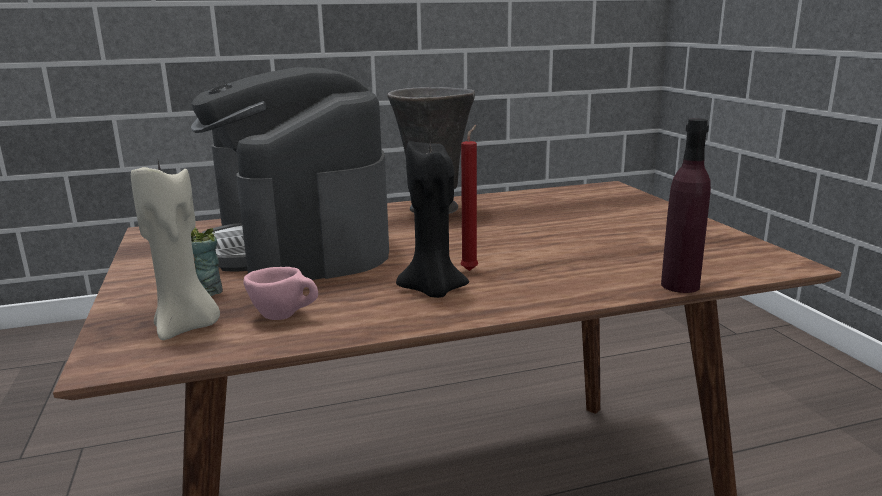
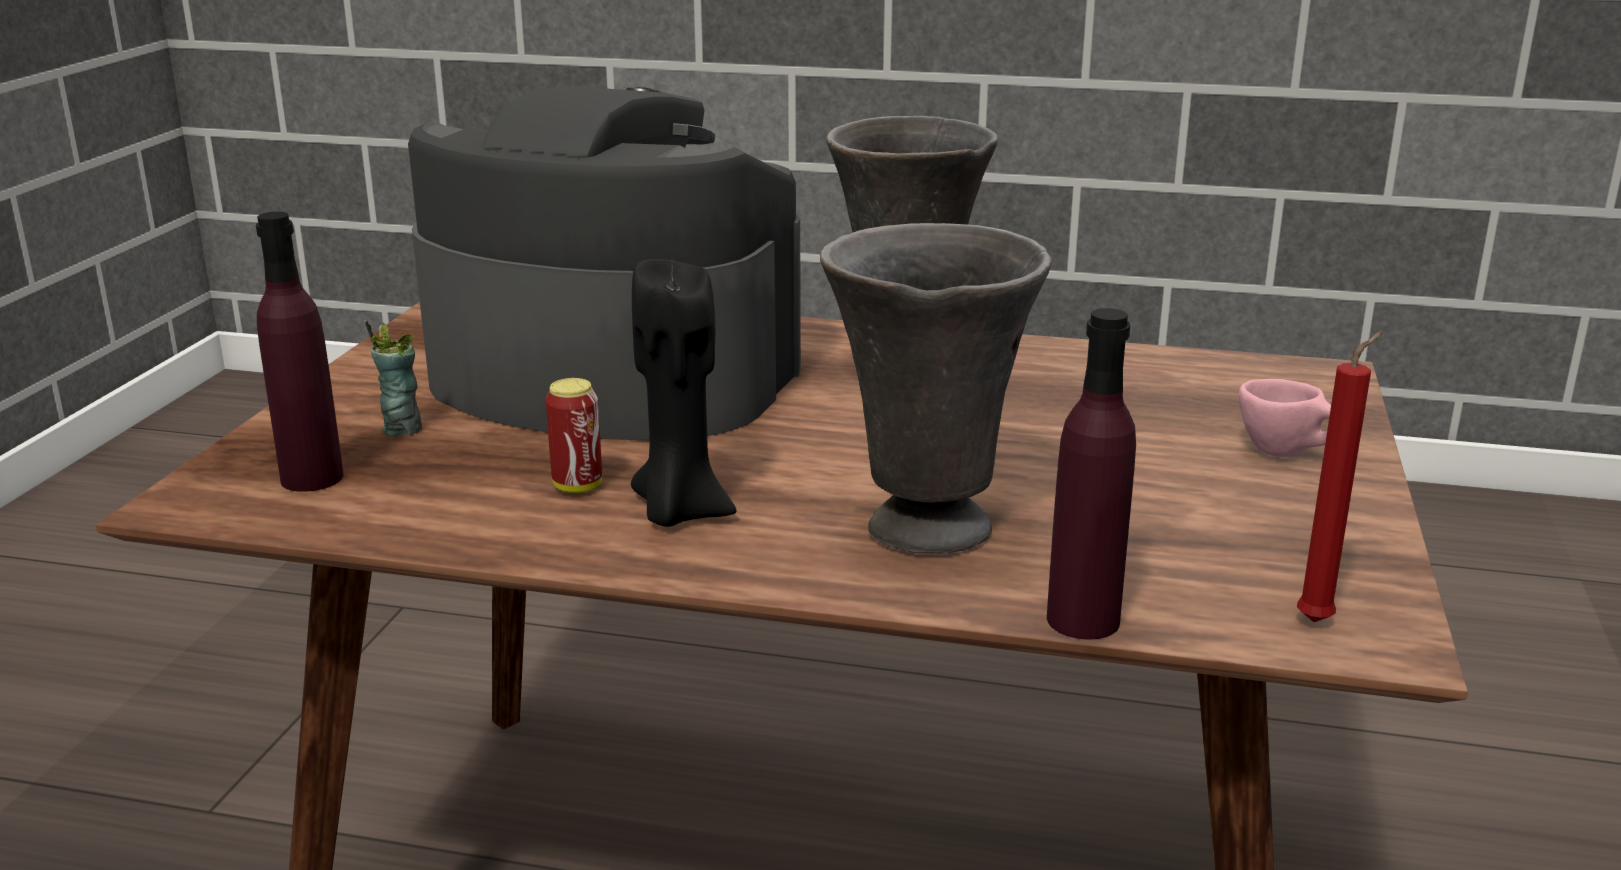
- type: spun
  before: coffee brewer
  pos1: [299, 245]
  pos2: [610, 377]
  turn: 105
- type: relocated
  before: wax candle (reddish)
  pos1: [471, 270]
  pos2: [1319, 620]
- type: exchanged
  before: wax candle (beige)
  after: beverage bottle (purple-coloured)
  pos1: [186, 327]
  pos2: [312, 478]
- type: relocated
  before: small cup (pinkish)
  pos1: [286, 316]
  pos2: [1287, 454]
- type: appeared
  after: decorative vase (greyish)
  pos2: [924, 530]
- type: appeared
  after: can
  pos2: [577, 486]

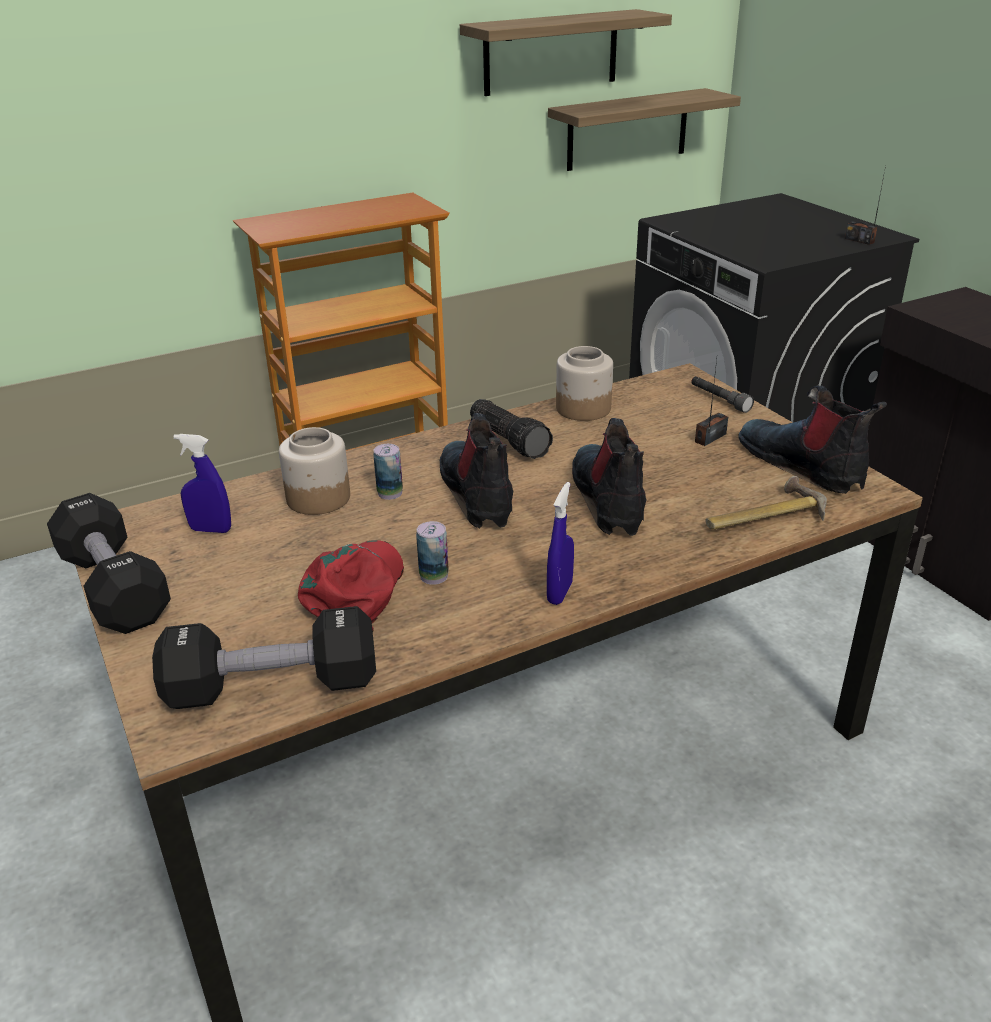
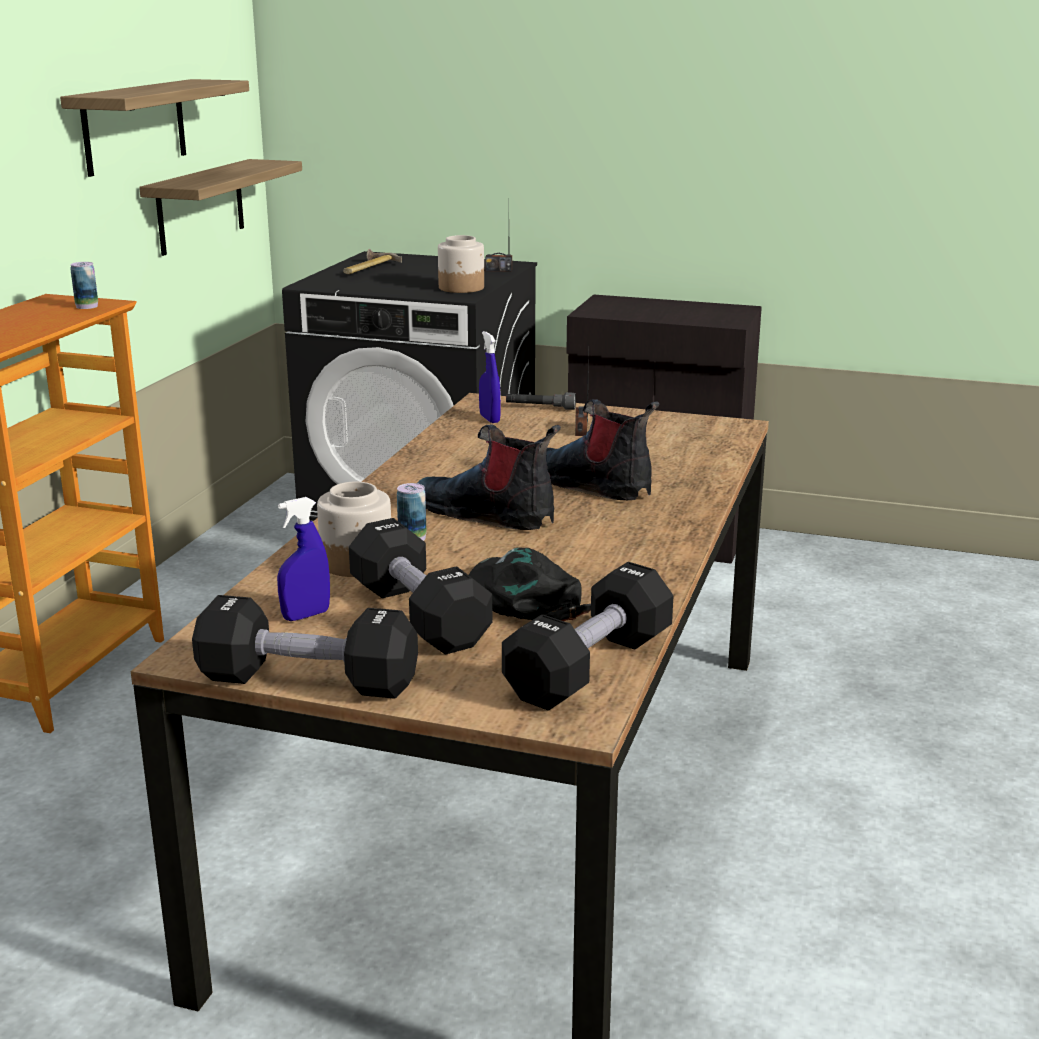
- type: relocated
  before: preserve jar
  pos1: [583, 409]
  pos2: [461, 288]
- type: missing
  before: high-top boot
  pos1: [803, 465]
- type: missing
  before: torch
  pos1: [510, 440]
- type: relocated
  before: tool hammer
  pos1: [762, 515]
  pos2: [367, 268]
- type: relocated
  before: sprayer (bluish)
  pos1: [559, 593]
  pos2: [489, 419]
- type: relocated
  before: can
  pos1: [434, 576]
  pos2: [87, 306]
- type: colour
  before: cap (reddish)
  after: cap (black)
  pos1: [356, 590]
  pos2: [523, 597]
- type: appeared
  after: free weight (black)
  pos2: [419, 615]

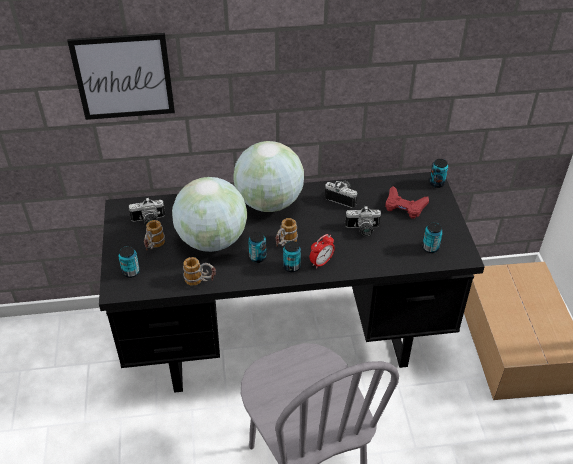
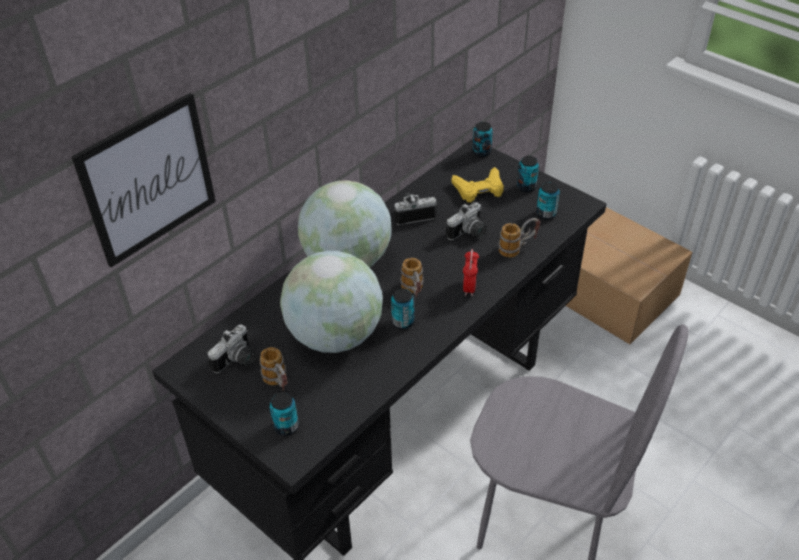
- type: colour
  before: game controller (reddish)
  after: game controller (yellowish)
  pos1: [404, 206]
  pos2: [479, 189]
- type: relocated
  before: can
  pos1: [291, 267]
  pos2: [526, 187]
- type: relocated
  before: coffee mug
  pos1: [201, 281]
  pos2: [518, 248]

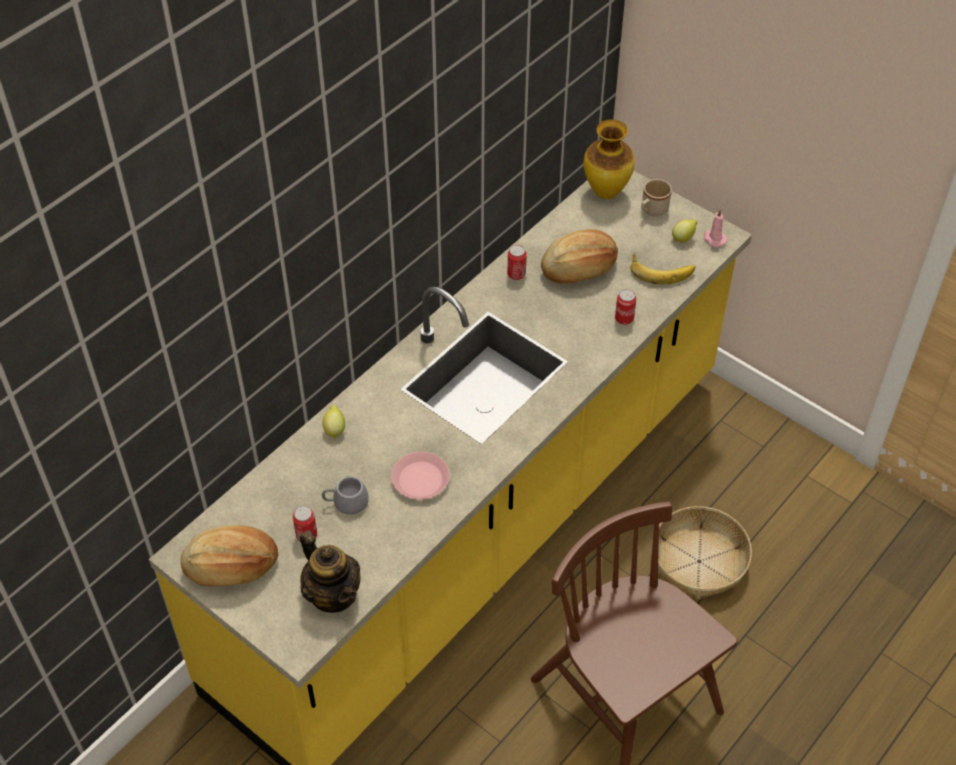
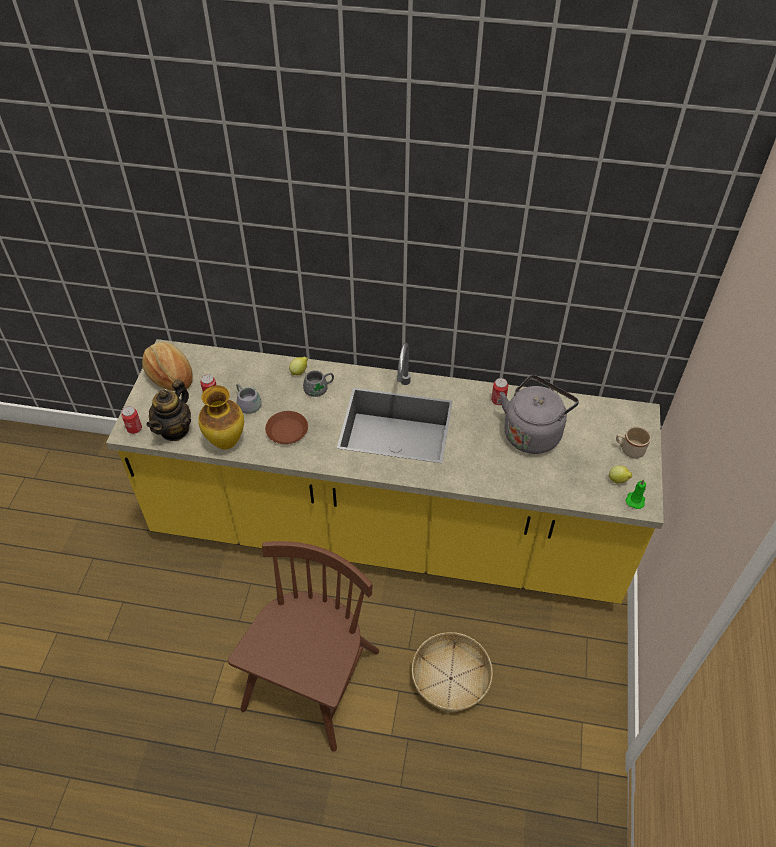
- type: relocated
  before: decorative vase
  pos1: [606, 192]
  pos2: [227, 442]
- type: colour
  before: wax candle (pinkish)
  after: wax candle (greenish)
  pos1: [713, 239]
  pos2: [635, 500]
- type: exchanged
  before: bakery bread
  after: kettle (greyish)
  pos1: [579, 269]
  pos2: [533, 432]
- type: missing
  before: banana fruit
  pos1: [661, 269]
- type: relocated
  before: can
  pos1: [624, 319]
  pos2: [134, 428]
- type: colour
  before: flat dish (pinkish)
  after: flat dish (brown-coloured)
  pos1: [420, 479]
  pos2: [287, 430]
- type: appeared
  after: coffee mug (greyish)
  pos2: [319, 389]

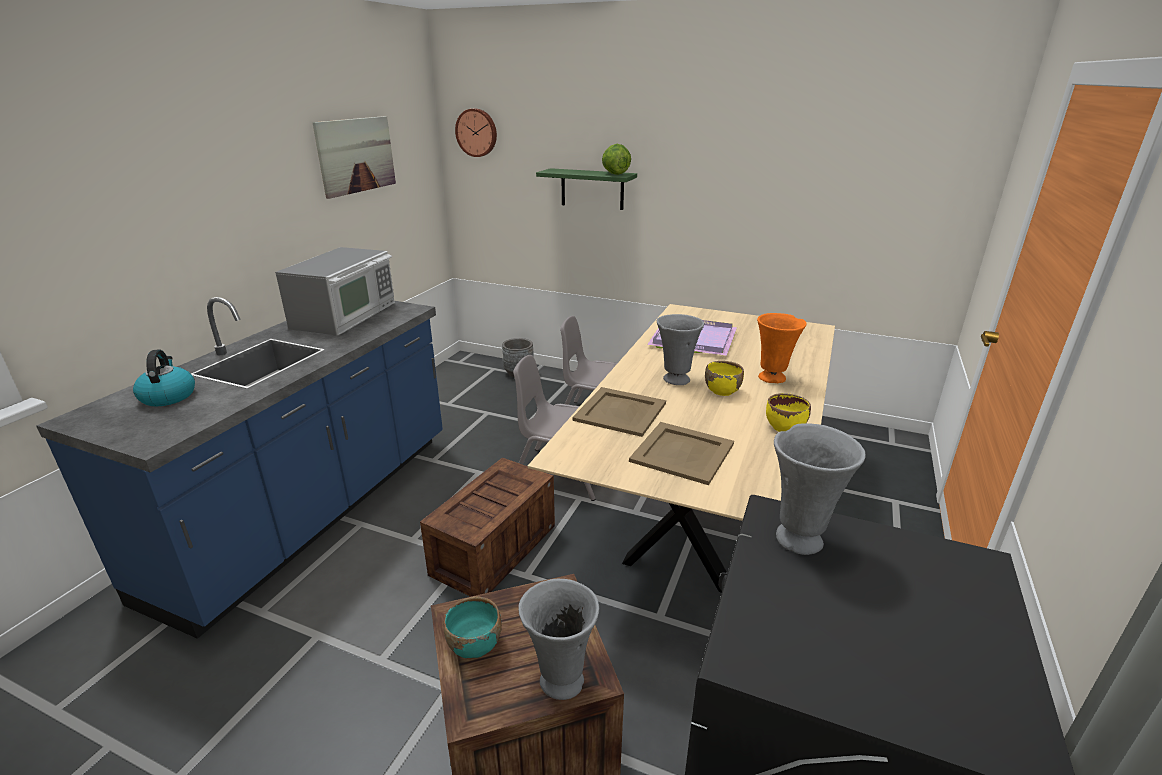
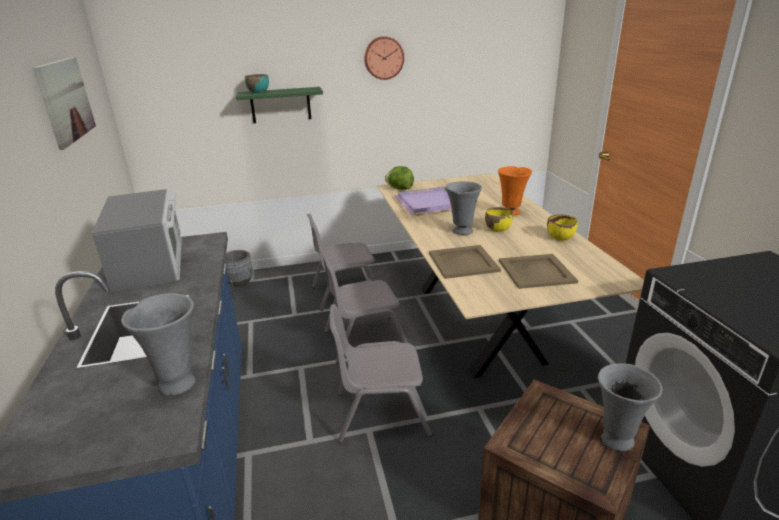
- type: relocated
  before: wall clock
  pos1: [477, 132]
  pos2: [383, 58]
- type: relocated
  before: head of lettuce
  pos1: [615, 174]
  pos2: [399, 189]
- type: missing
  before: kettle
  pos1: [168, 396]
- type: relocated
  before: decorative vase (greyish)
  pos1: [800, 538]
  pos2: [178, 382]
- type: exchanged
  before: shipping crate
  after: plain chair (greyish)
  pos1: [495, 548]
  pos2: [381, 412]
- type: relocated
  before: deep dish (turquoise)
  pos1: [474, 644]
  pos2: [258, 92]

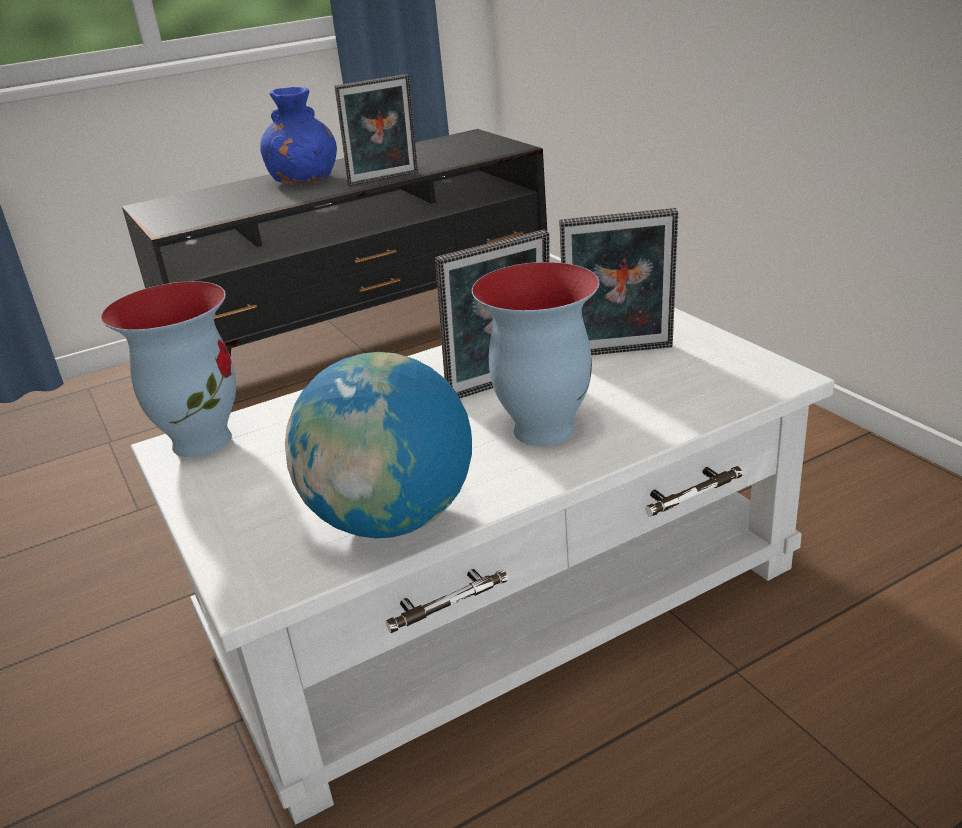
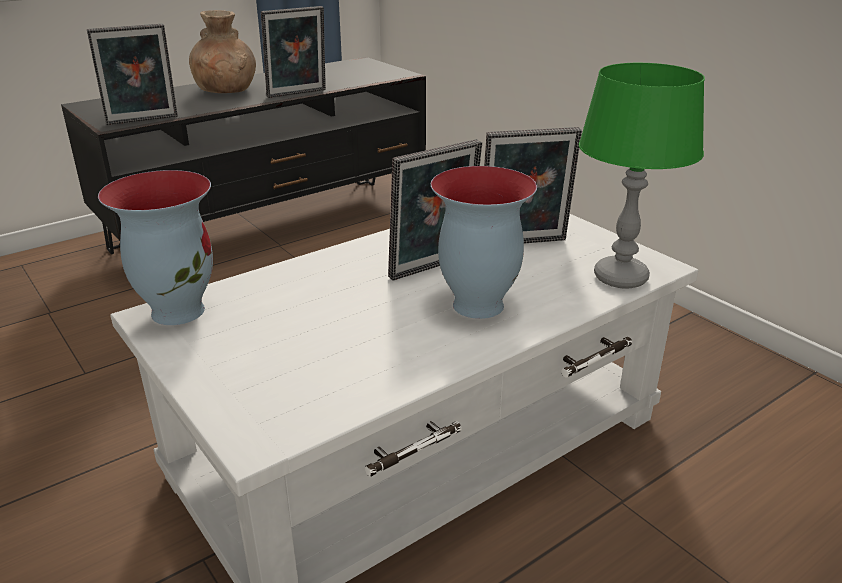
- type: colour
  before: decorative vase (bluish)
  after: decorative vase (brown-coloured)
  pos1: [305, 180]
  pos2: [226, 90]
- type: missing
  before: desk globe
  pos1: [392, 520]
- type: appeared
  after: picture frame
  pos2: [143, 121]
- type: appeared
  after: tabletop lamp (greenish)
  pos2: [620, 277]

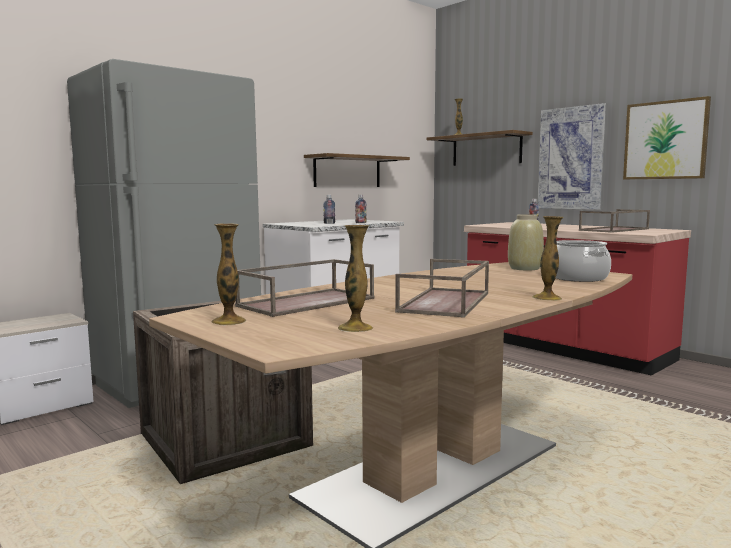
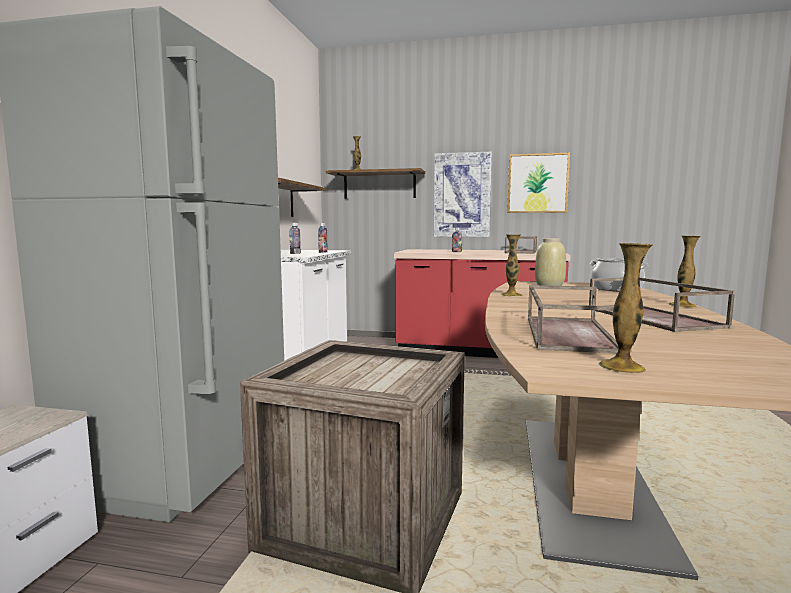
- type: relocated
  before: decorative vase
  pos1: [355, 328]
  pos2: [511, 295]

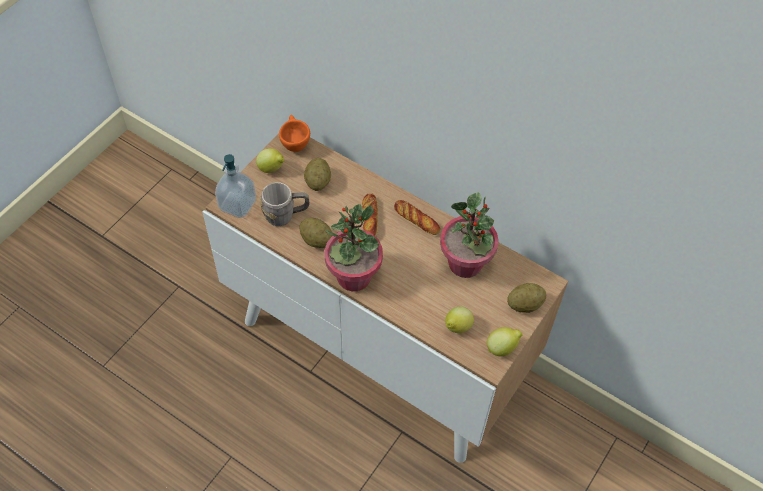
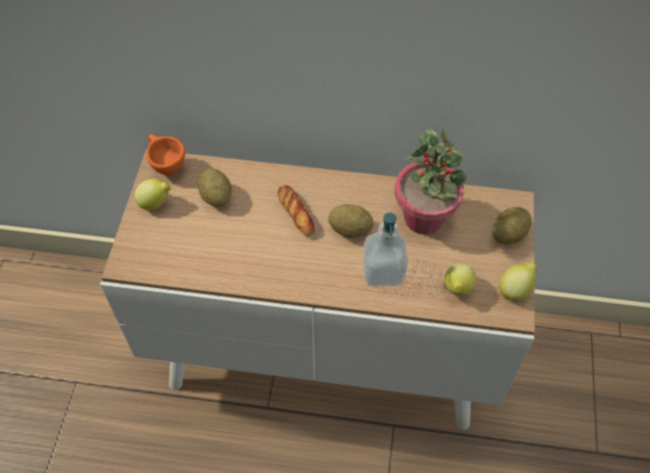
- type: relocated
  before: liquid soap bottle
  pos1: [237, 205]
  pos2: [383, 271]
- type: missing
  before: coffee mug (greyish)
  pos1: [286, 215]
- type: missing
  before: bakery bread
  pos1: [416, 219]
- type: missing
  before: potted plant
  pos1: [353, 277]
- type: relocated
  before: potato
  pos1: [316, 240]
  pos2: [350, 229]

